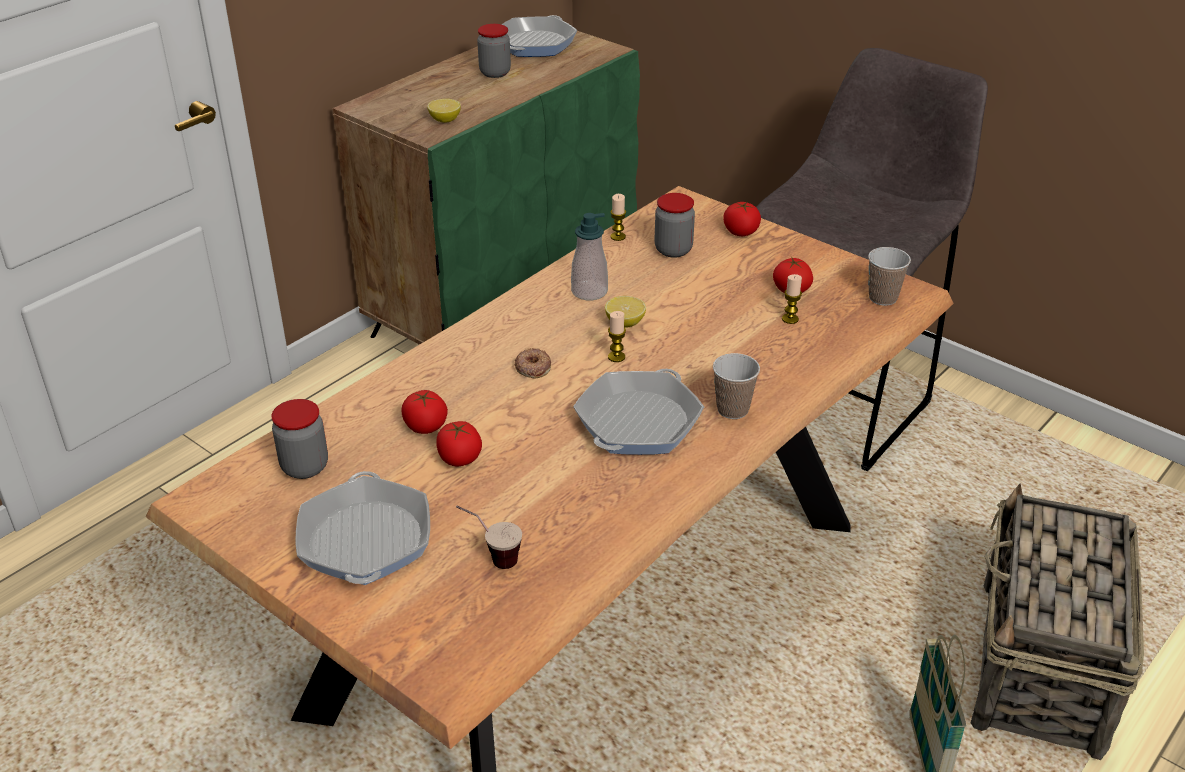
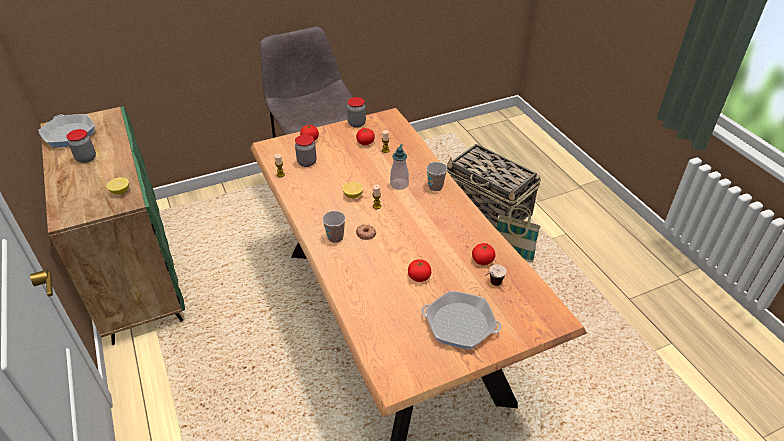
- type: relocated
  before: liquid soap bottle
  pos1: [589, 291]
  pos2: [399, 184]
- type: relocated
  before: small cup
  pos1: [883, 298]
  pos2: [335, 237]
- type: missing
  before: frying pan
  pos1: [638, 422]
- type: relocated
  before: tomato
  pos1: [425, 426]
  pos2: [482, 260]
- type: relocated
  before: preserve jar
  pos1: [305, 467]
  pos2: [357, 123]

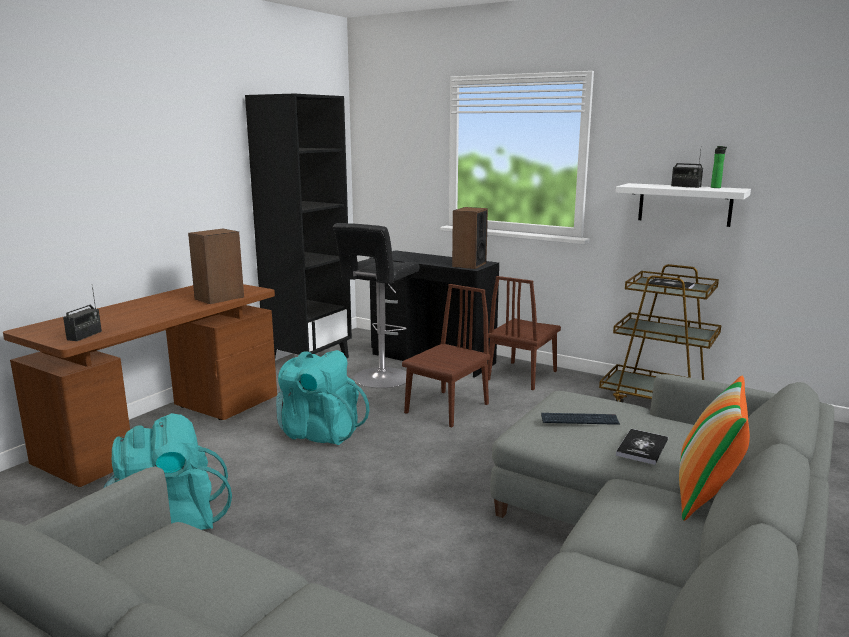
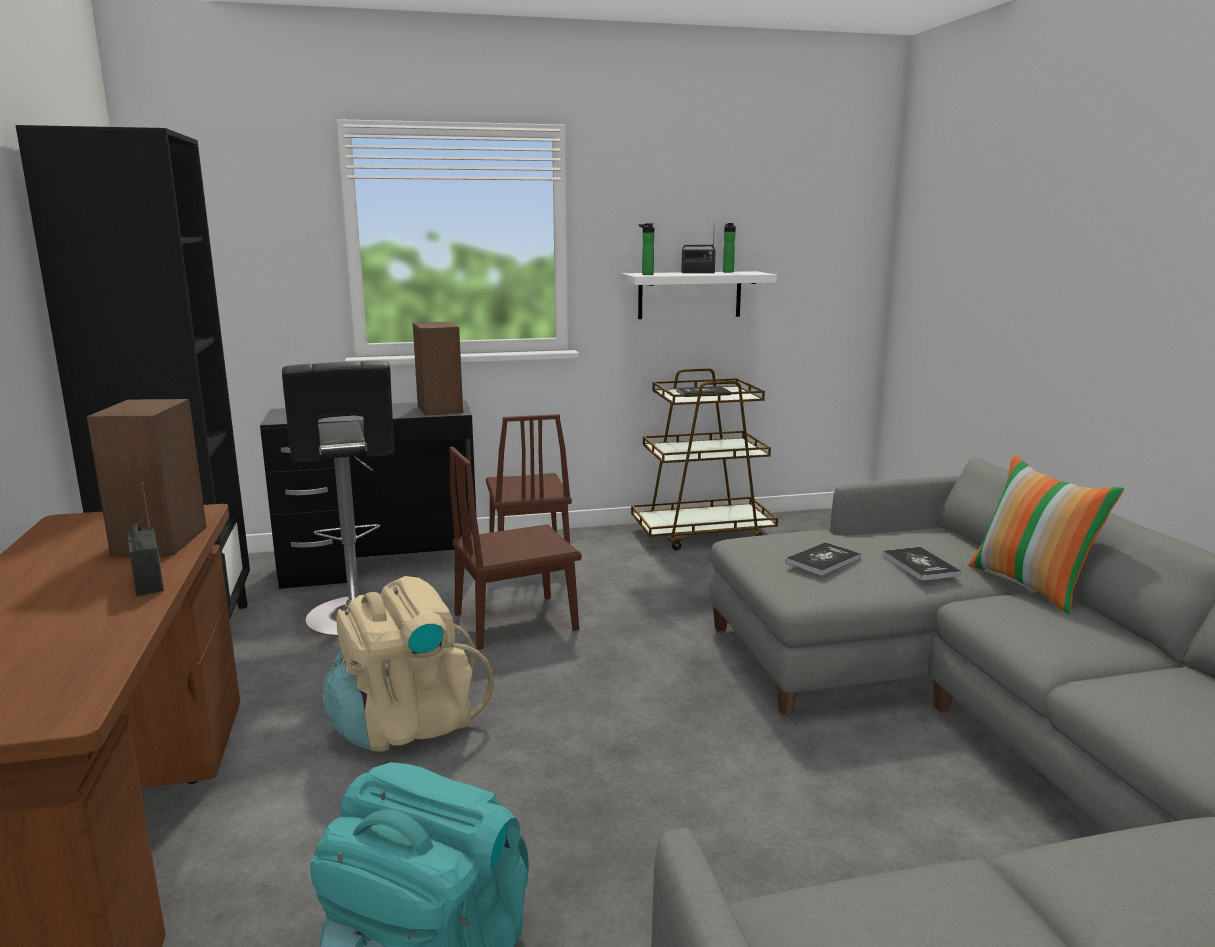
- type: spun
  before: plain chair (brown-coloured)
  pos1: [447, 408]
  pos2: [516, 622]
  turn: -105
- type: relocated
  before: radio set
  pos1: [84, 335]
  pos2: [149, 582]
- type: colour
  before: knapsack (turquoise)
  after: knapsack (beige)
  pos1: [319, 432]
  pos2: [406, 724]
- type: exchanged
  before: keyboard
  after: bound book
  pos1: [579, 420]
  pos2: [823, 560]
- type: appeared
  after: beverage bottle
  pos2: [646, 274]

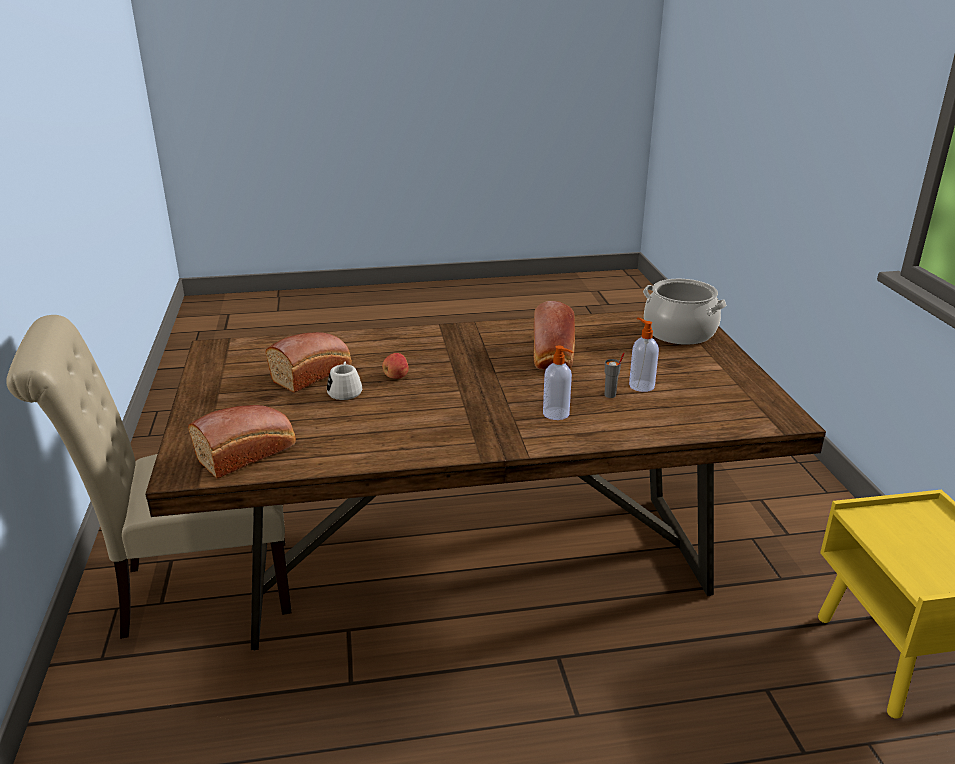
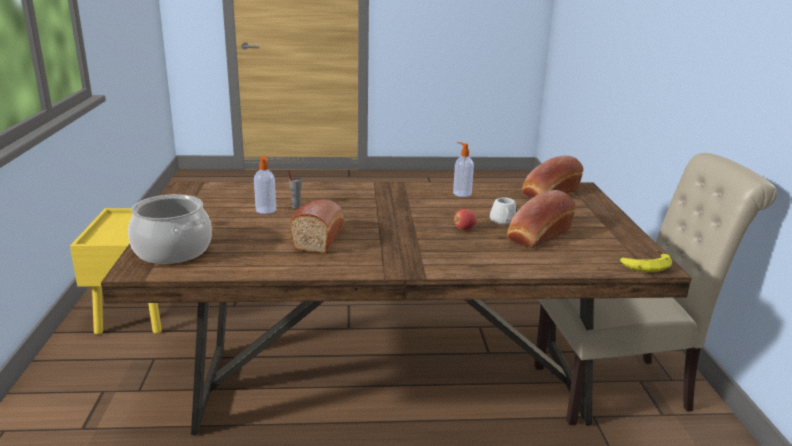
- type: relocated
  before: liquid soap bottle
  pos1: [557, 414]
  pos2: [461, 193]
- type: appeared
  after: banana fruit
  pos2: [644, 265]

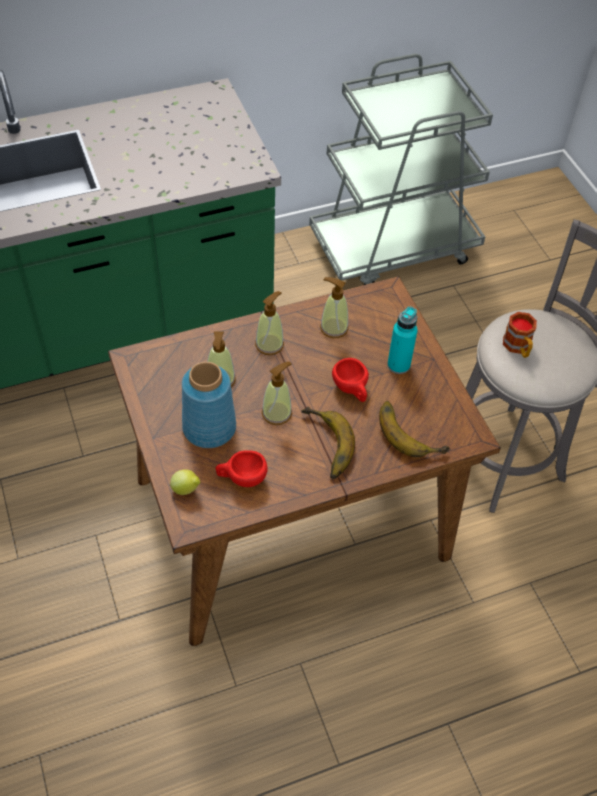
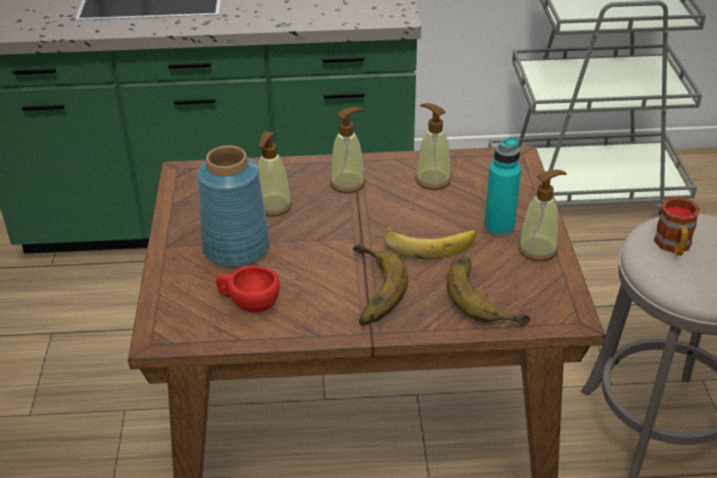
- type: exchanged
  before: small cup (reddish)
  after: banana fruit
  pos1: [351, 389]
  pos2: [428, 241]
- type: relocated
  before: liquid soap bottle
  pos1: [277, 413]
  pos2: [538, 249]
- type: missing
  before: citrus fruit
  pos1: [186, 489]

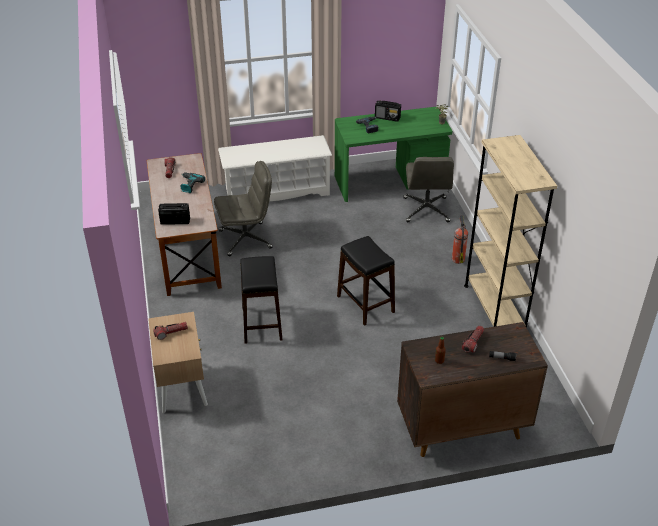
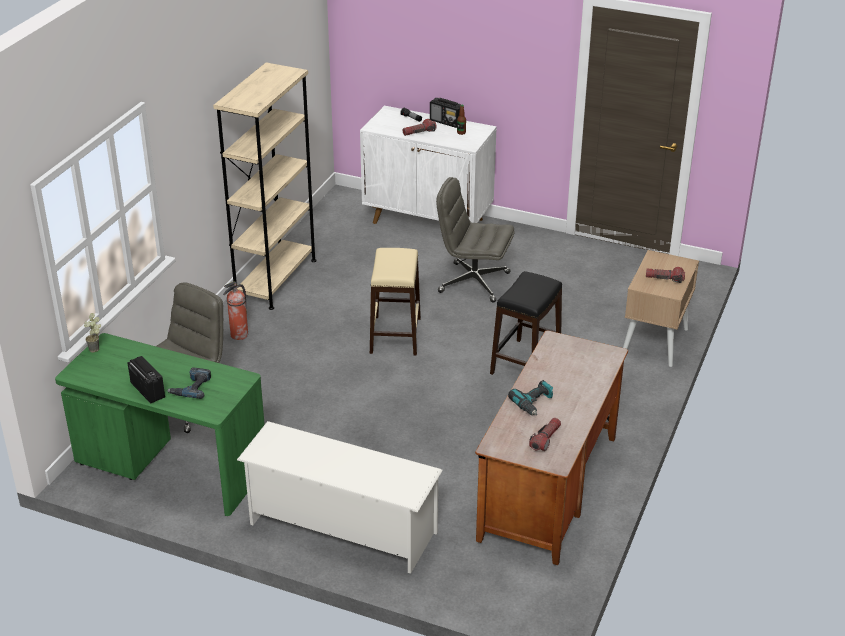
- type: relocated
  before: office chair (greyish)
  pos1: [246, 239]
  pos2: [473, 282]
- type: relocated
  before: radio set
  pos1: [175, 221]
  pos2: [446, 122]
- type: colour
  before: sitting stool (black)
  after: sitting stool (beige)
  pos1: [365, 304]
  pos2: [395, 335]
- type: colour
  before: storage cabinet (brown-coloured)
  after: storage cabinet (whitish)
  pos1: [461, 428]
  pos2: [428, 221]

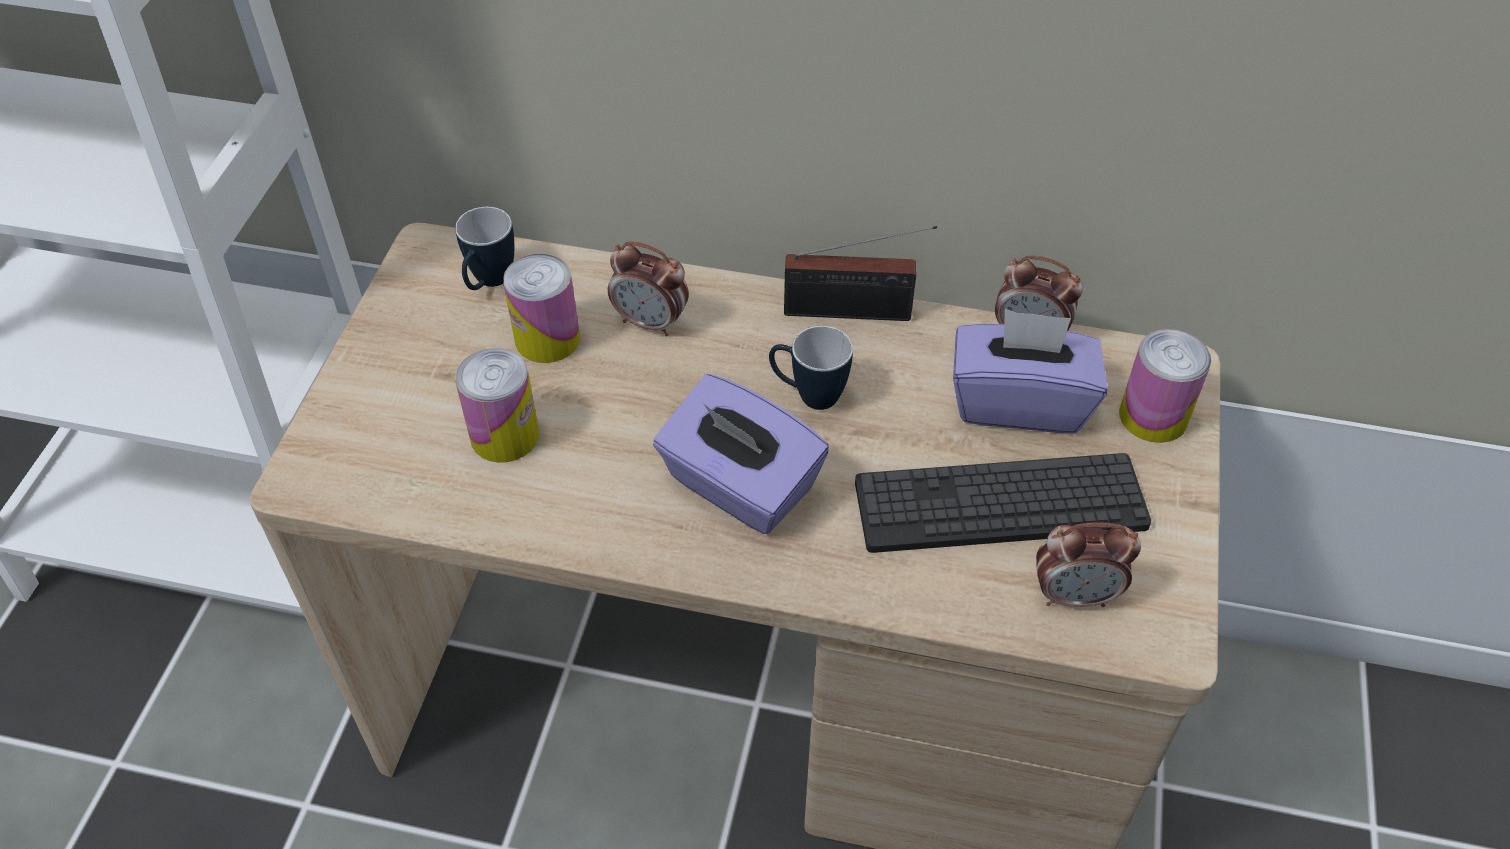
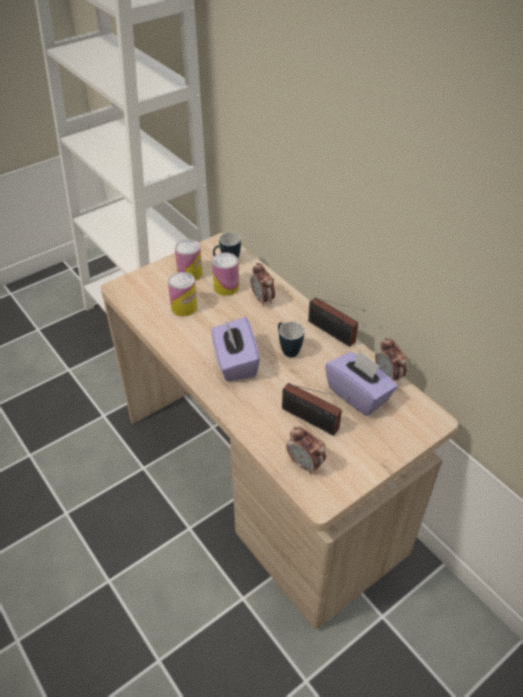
- type: relocated
  before: can
  pos1: [1153, 416]
  pos2: [190, 273]
- type: exchanged
  before: keyboard
  after: radio set
  pos1: [1000, 504]
  pos2: [312, 421]

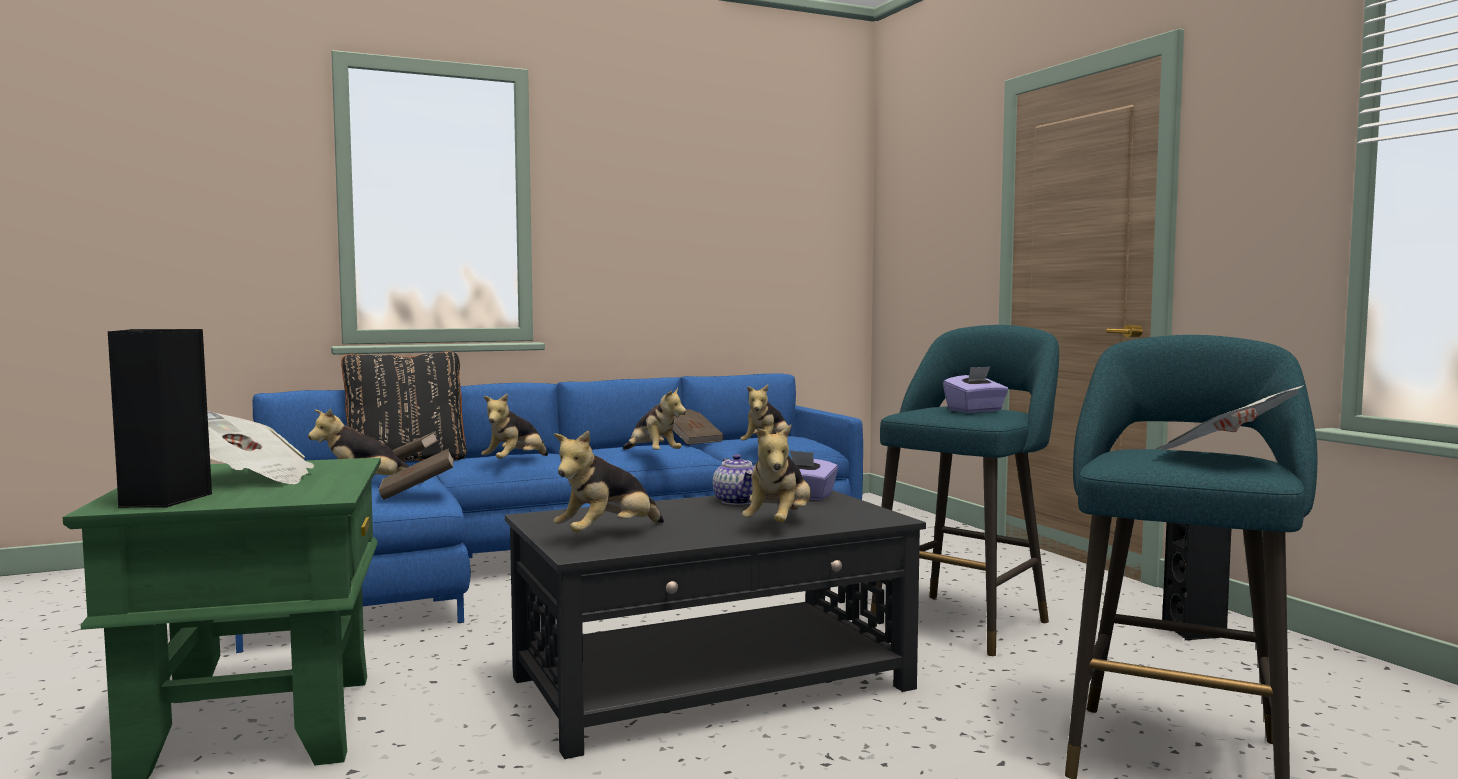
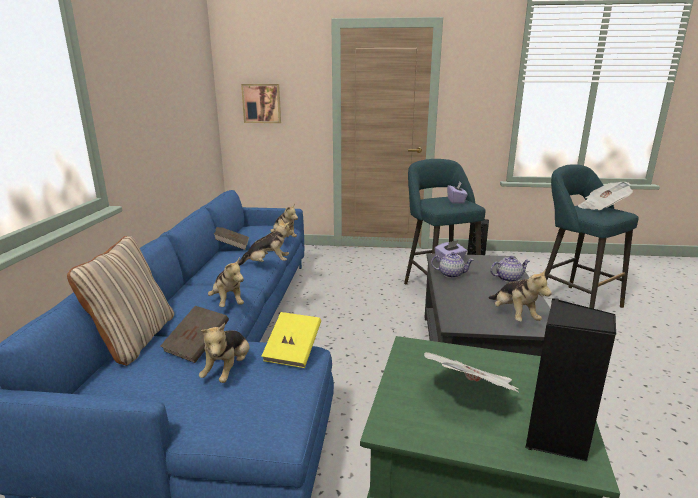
- type: colour
  before: cushion (black)
  after: cushion (beige)
  pos1: [406, 461]
  pos2: [134, 339]
- type: exchanged
  before: soft toy
  after: teapot
  pos1: [779, 525]
  pos2: [508, 278]
- type: colour
  before: bound book (brown-coloured)
  after: bound book (yellowish)
  pos1: [417, 493]
  pos2: [293, 352]
- type: appeared
  after: wall picture
  pos2: [262, 103]

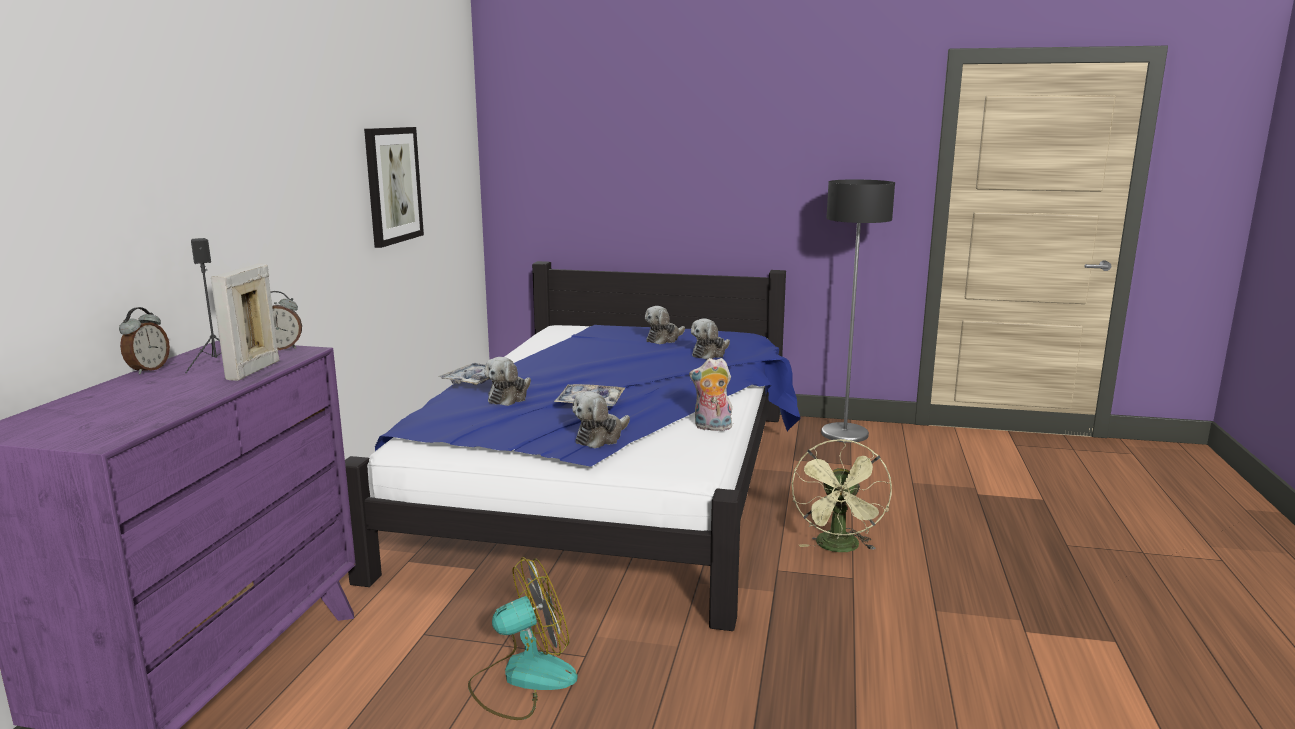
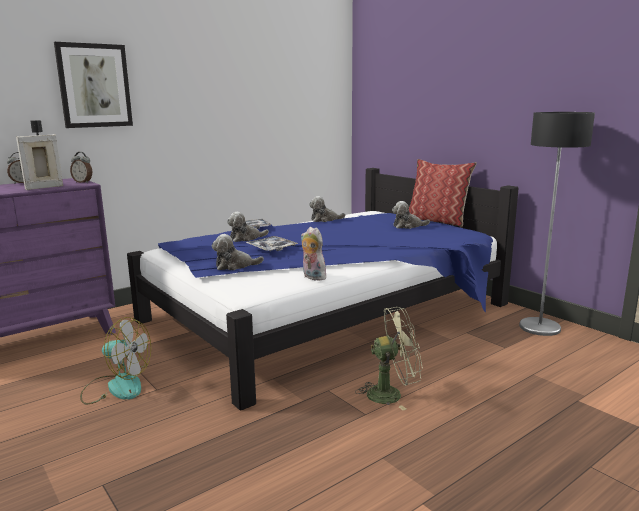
- type: relocated
  before: wall picture
  pos1: [392, 185]
  pos2: [94, 86]
- type: relocated
  before: soft toy
  pos1: [710, 354]
  pos2: [325, 219]
- type: spun
  before: fan (greenish)
  pos1: [839, 548]
  pos2: [391, 394]
  turn: -150
- type: appeared
  after: cushion
  pos2: [437, 221]

